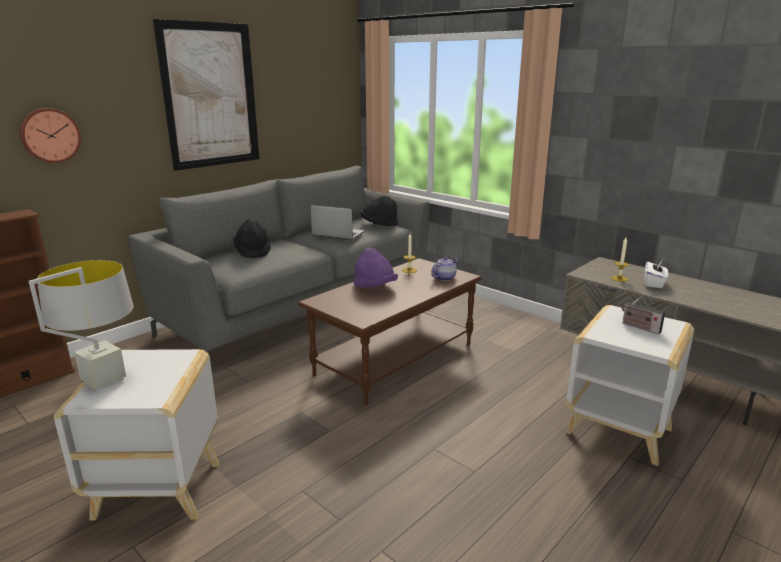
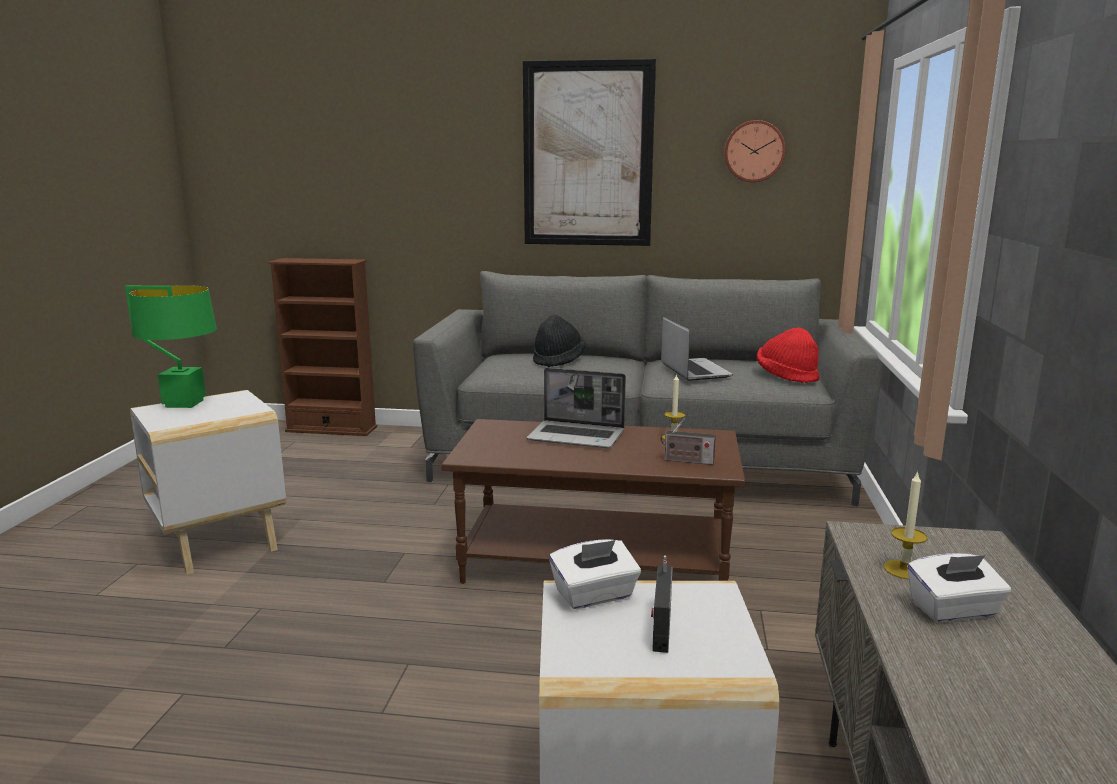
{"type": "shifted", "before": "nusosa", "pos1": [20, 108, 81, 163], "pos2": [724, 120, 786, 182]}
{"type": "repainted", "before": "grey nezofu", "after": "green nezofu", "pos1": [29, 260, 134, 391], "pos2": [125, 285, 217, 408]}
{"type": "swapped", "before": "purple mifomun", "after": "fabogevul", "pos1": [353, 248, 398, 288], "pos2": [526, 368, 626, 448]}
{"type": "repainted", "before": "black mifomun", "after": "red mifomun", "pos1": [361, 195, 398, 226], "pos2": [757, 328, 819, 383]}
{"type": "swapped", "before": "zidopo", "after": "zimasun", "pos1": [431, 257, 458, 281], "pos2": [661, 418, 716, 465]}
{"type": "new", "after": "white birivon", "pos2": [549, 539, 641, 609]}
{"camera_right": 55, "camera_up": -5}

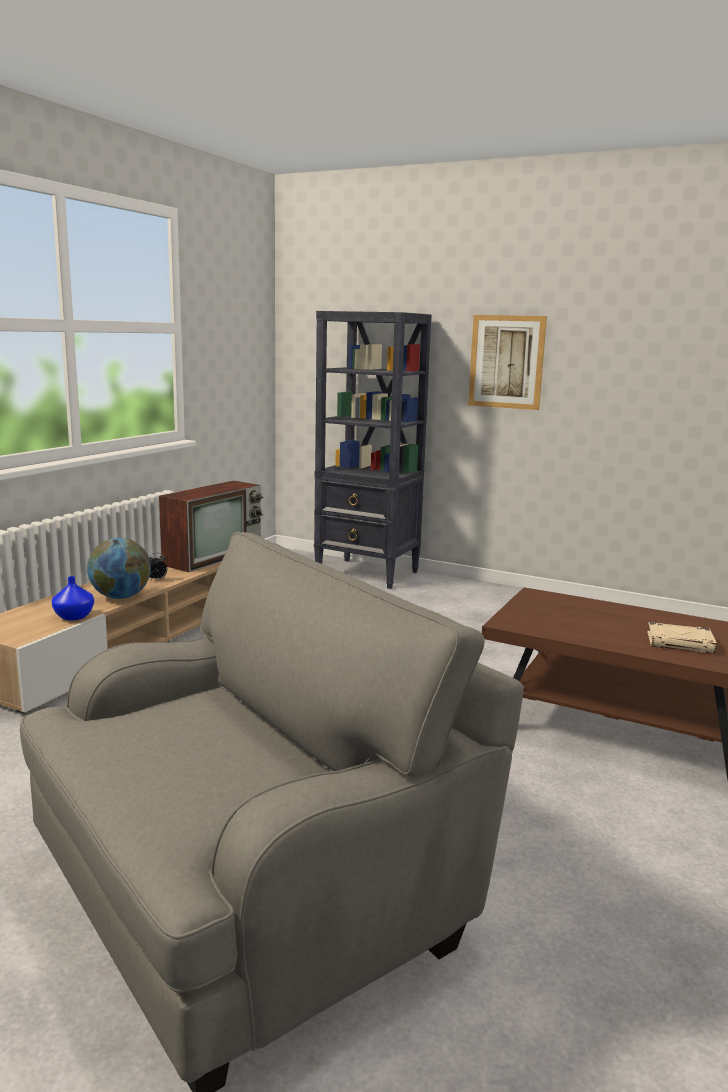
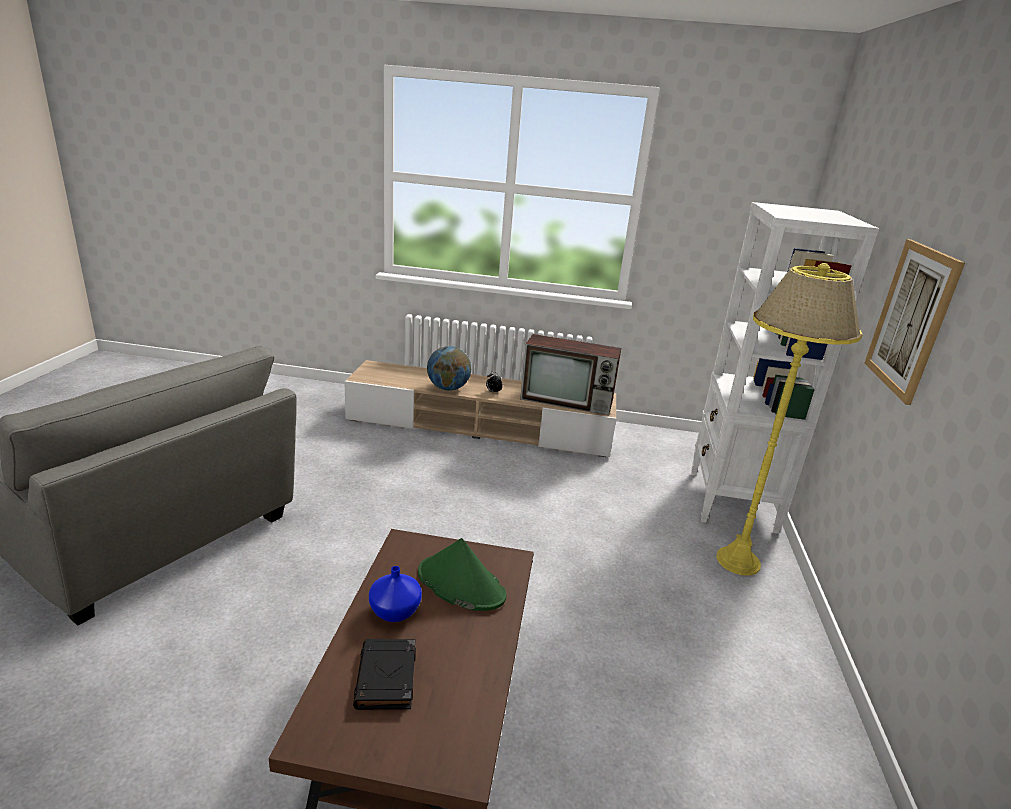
{"type": "shifted", "before": "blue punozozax", "pos1": [52, 576, 94, 621], "pos2": [369, 566, 422, 622]}
{"type": "repainted", "before": "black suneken", "after": "white suneken", "pos1": [314, 311, 431, 589], "pos2": [691, 202, 879, 534]}
{"type": "repainted", "before": "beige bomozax", "after": "black bomozax", "pos1": [647, 622, 717, 653], "pos2": [353, 639, 416, 710]}
{"type": "new", "after": "green mifomun", "pos2": [418, 538, 507, 611]}
{"type": "new", "after": "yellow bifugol", "pos2": [716, 263, 863, 576]}
{"camera_right": 70, "camera_up": 10}

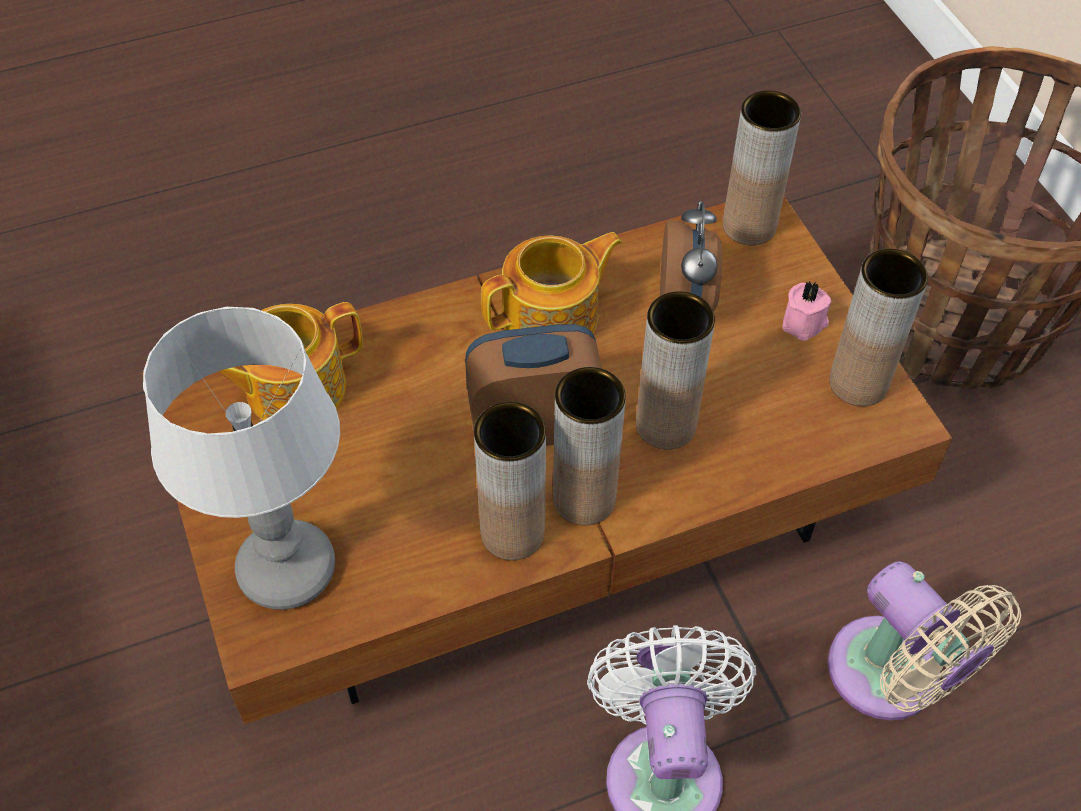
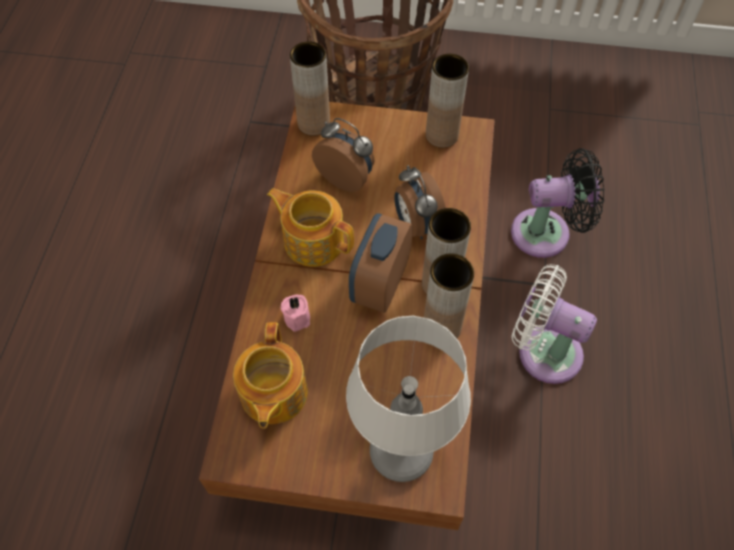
{"type": "rotated", "before": "zidopo", "pos1": [481, 232, 623, 333], "pos2": [267, 188, 354, 267], "turn": -60}
{"type": "swapped", "before": "brown punozozax", "after": "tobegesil", "pos1": [636, 291, 715, 450], "pos2": [394, 165, 446, 240]}
{"type": "shifted", "before": "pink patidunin", "pos1": [782, 281, 831, 341], "pos2": [281, 295, 310, 331]}
{"type": "repainted", "before": "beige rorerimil", "after": "black rorerimil", "pos1": [828, 561, 1021, 720], "pos2": [511, 149, 605, 258]}
{"camera_right": -60, "camera_up": 5}

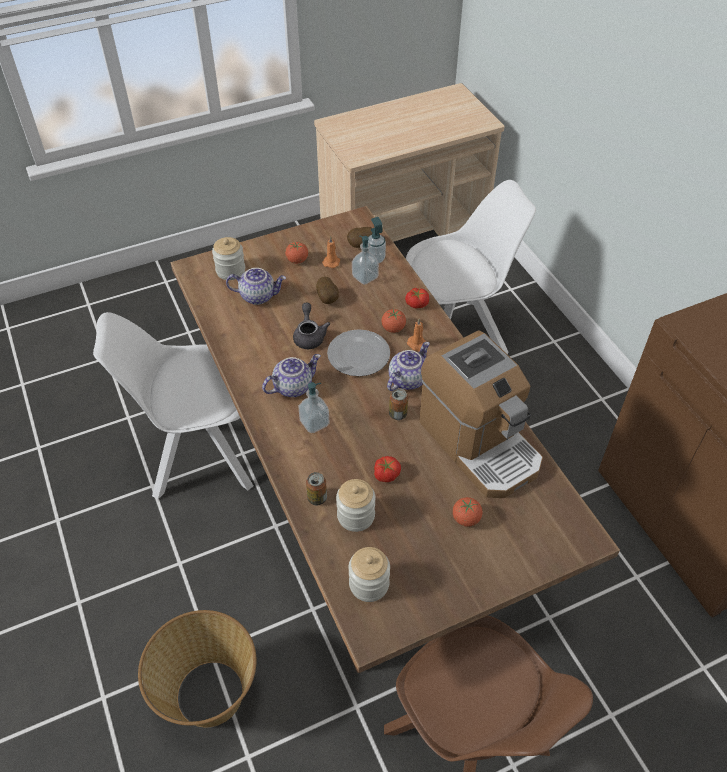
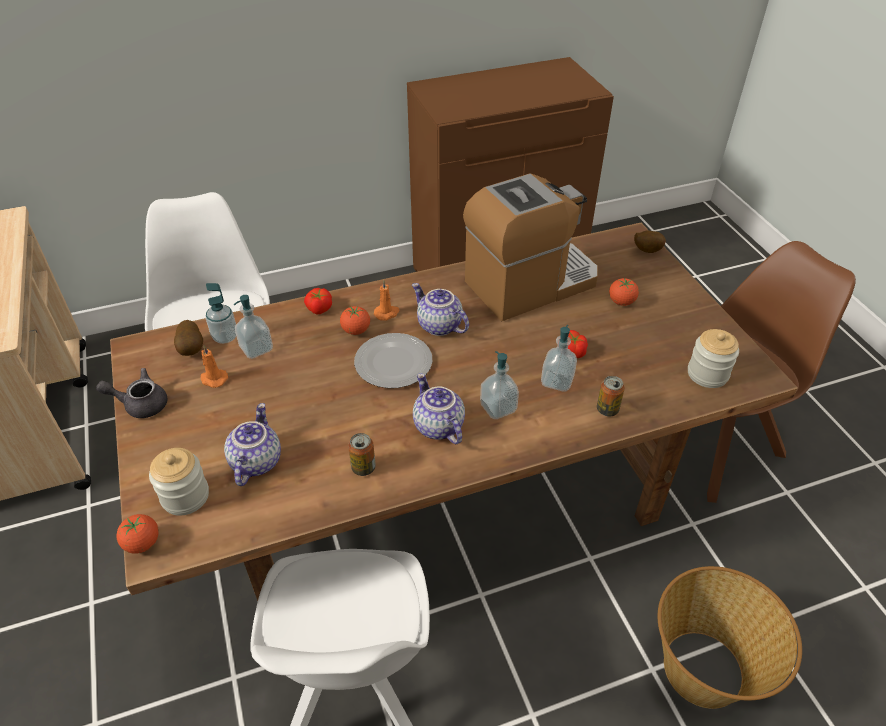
{"type": "shifted", "before": "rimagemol", "pos1": [285, 242, 308, 264], "pos2": [116, 514, 159, 553]}
{"type": "shifted", "before": "grey zidopo", "pos1": [293, 303, 330, 349], "pos2": [96, 368, 167, 418]}
{"type": "shifted", "before": "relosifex", "pos1": [316, 276, 339, 304], "pos2": [634, 230, 666, 253]}
{"type": "gone", "before": "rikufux", "pos1": [336, 479, 375, 532]}
{"type": "shifted", "before": "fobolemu", "pos1": [389, 388, 408, 420], "pos2": [348, 433, 376, 476]}
{"type": "new", "after": "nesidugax", "pos2": [541, 325, 577, 392]}
{"camera_right": -85, "camera_up": -5}

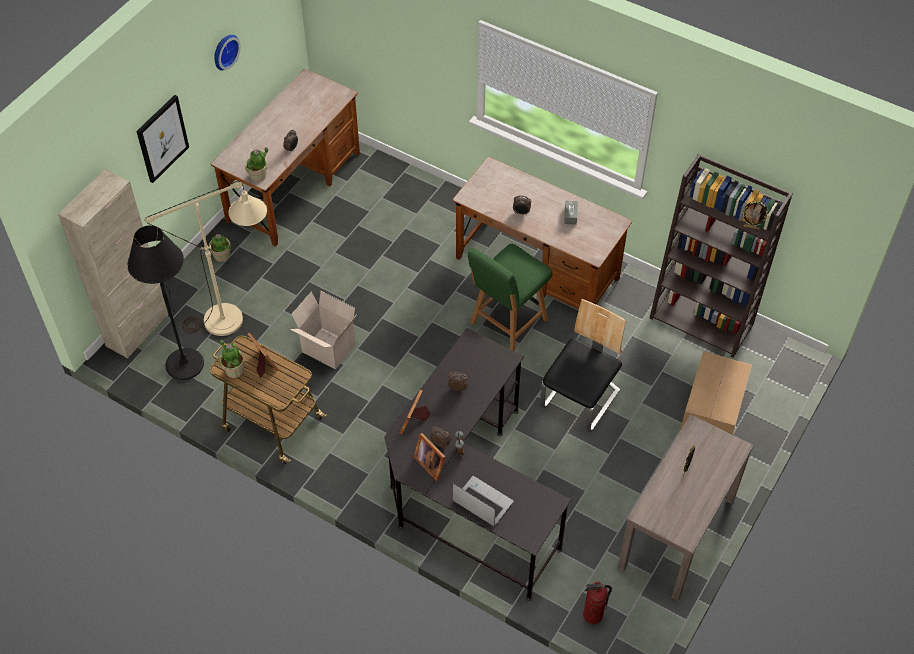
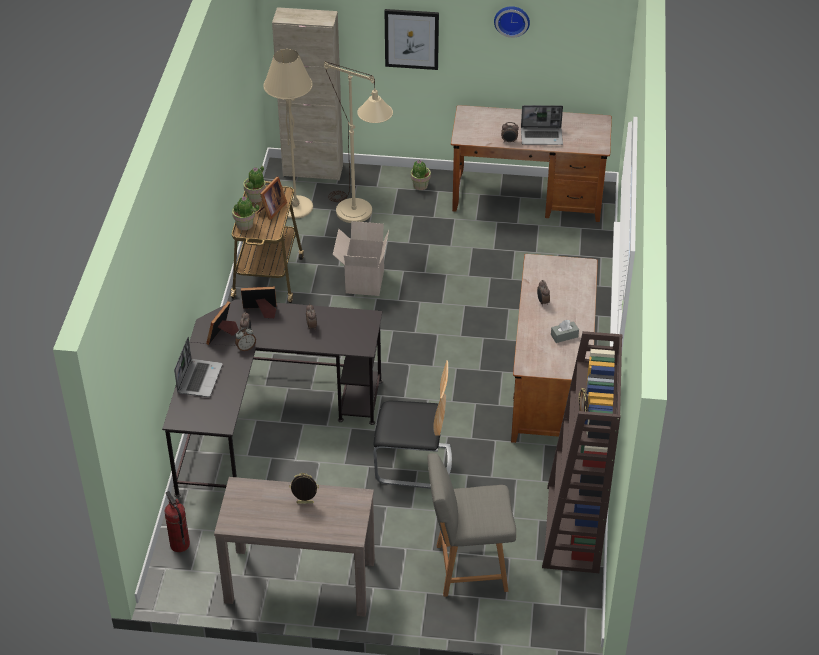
{"type": "repainted", "before": "black bifugol", "after": "beige bifugol", "pos1": [127, 225, 204, 380], "pos2": [264, 49, 313, 219]}
{"type": "shifted", "before": "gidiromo", "pos1": [245, 147, 268, 182], "pos2": [232, 196, 259, 230]}
{"type": "gone", "before": "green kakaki", "pos1": [468, 244, 553, 351]}
{"type": "swapped", "before": "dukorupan", "after": "grey kakaki", "pos1": [681, 351, 752, 435], "pos2": [428, 453, 516, 597]}
{"type": "new", "after": "fabogevul", "pos2": [521, 105, 563, 145]}
{"camera_right": 65, "camera_up": -10}

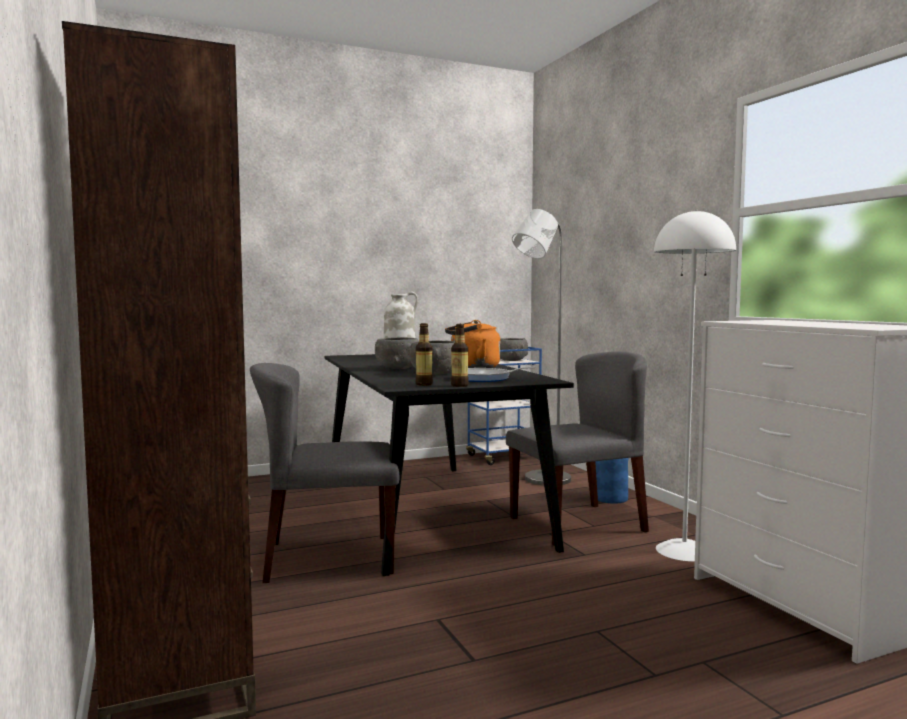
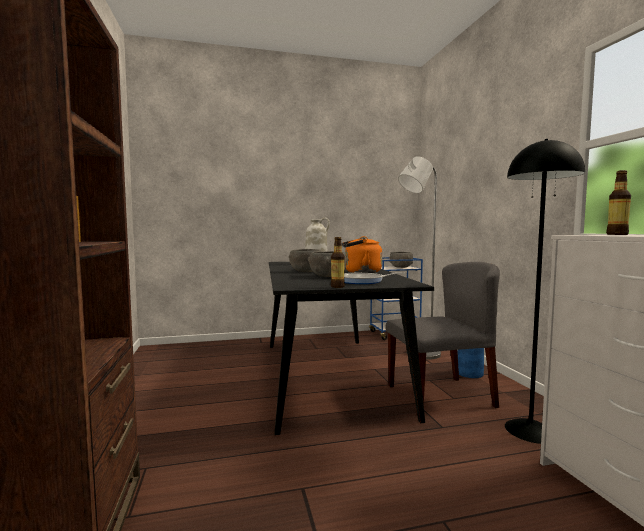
{"type": "gone", "before": "grey kakaki", "pos1": [250, 363, 399, 583]}
{"type": "shifted", "before": "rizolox", "pos1": [416, 323, 433, 386], "pos2": [606, 170, 631, 235]}
{"type": "repainted", "before": "white bifugol", "after": "black bifugol", "pos1": [654, 209, 736, 562], "pos2": [505, 139, 585, 444]}
{"camera_right": 10, "camera_up": 0}

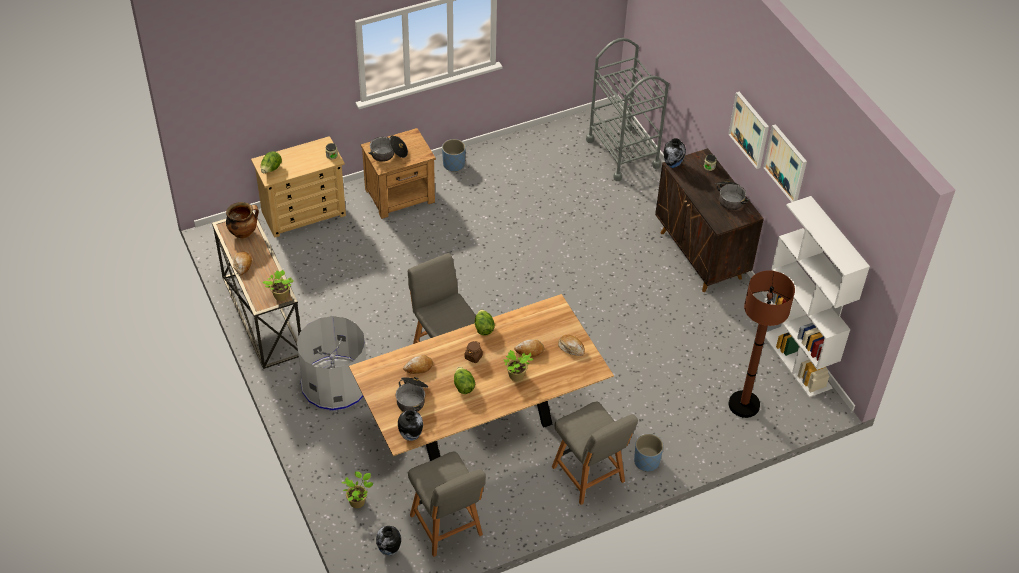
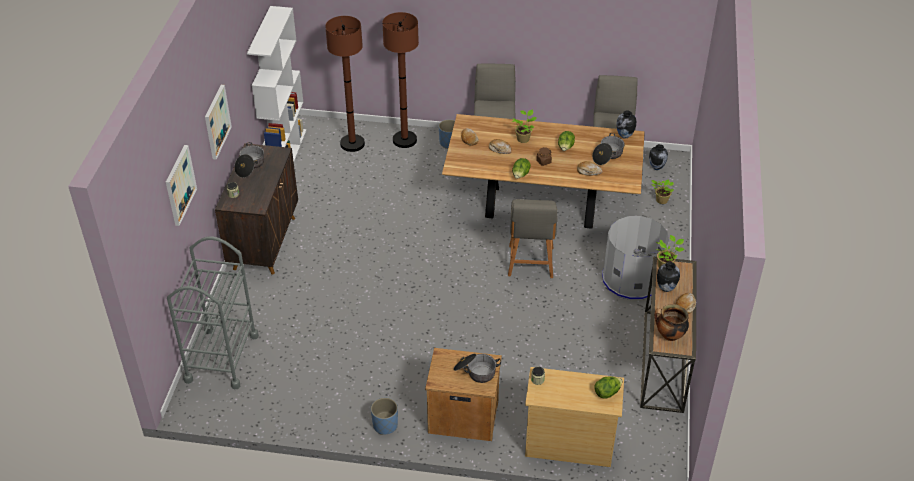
{"type": "shifted", "before": "punozozax", "pos1": [664, 138, 686, 168], "pos2": [657, 262, 680, 292]}
{"type": "shifted", "before": "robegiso", "pos1": [763, 124, 807, 202], "pos2": [166, 145, 197, 226]}
{"type": "new", "after": "brown bifugol", "pos2": [382, 12, 419, 148]}
{"camera_right": -145, "camera_up": -5}

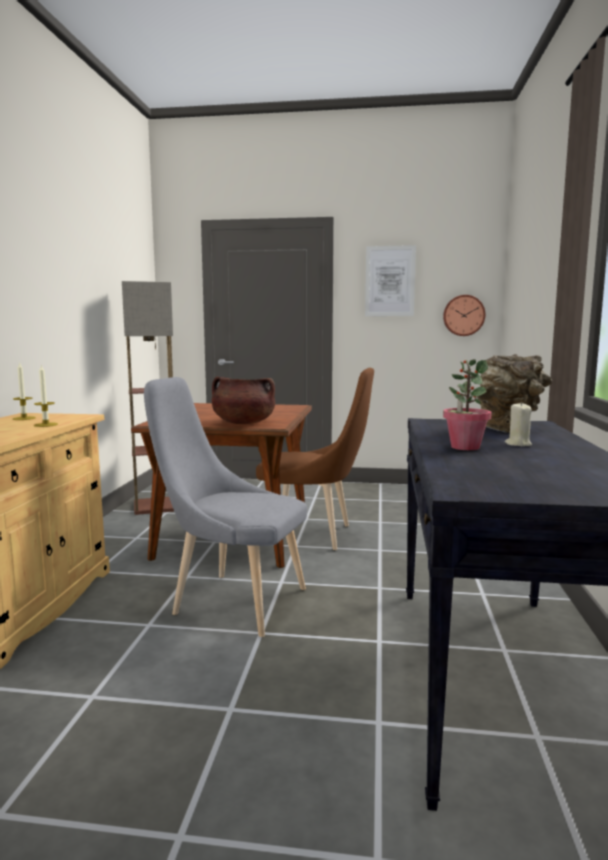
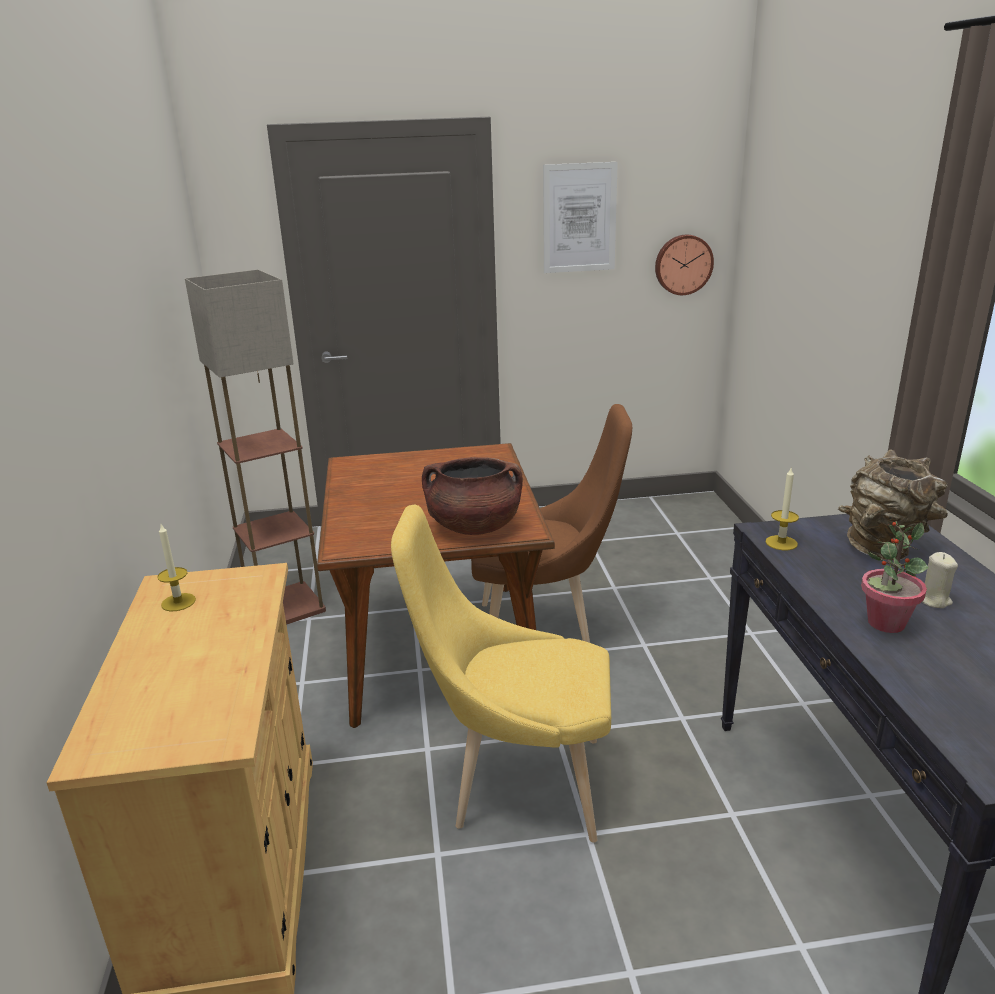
{"type": "shifted", "before": "patidunin", "pos1": [34, 365, 58, 427], "pos2": [766, 468, 799, 551]}
{"type": "repainted", "before": "grey kakaki", "after": "yellow kakaki", "pos1": [144, 377, 307, 637], "pos2": [391, 505, 611, 843]}
{"camera_right": -15, "camera_up": 15}

